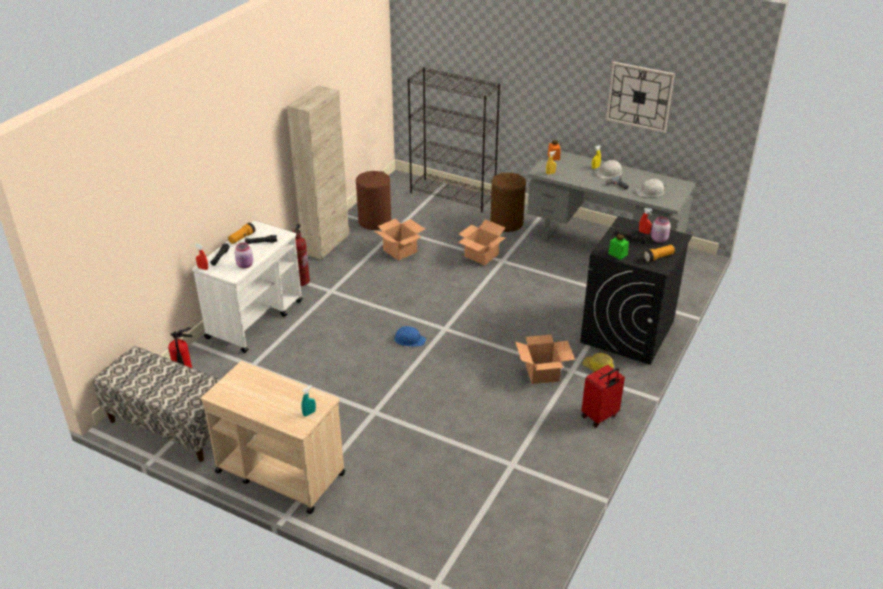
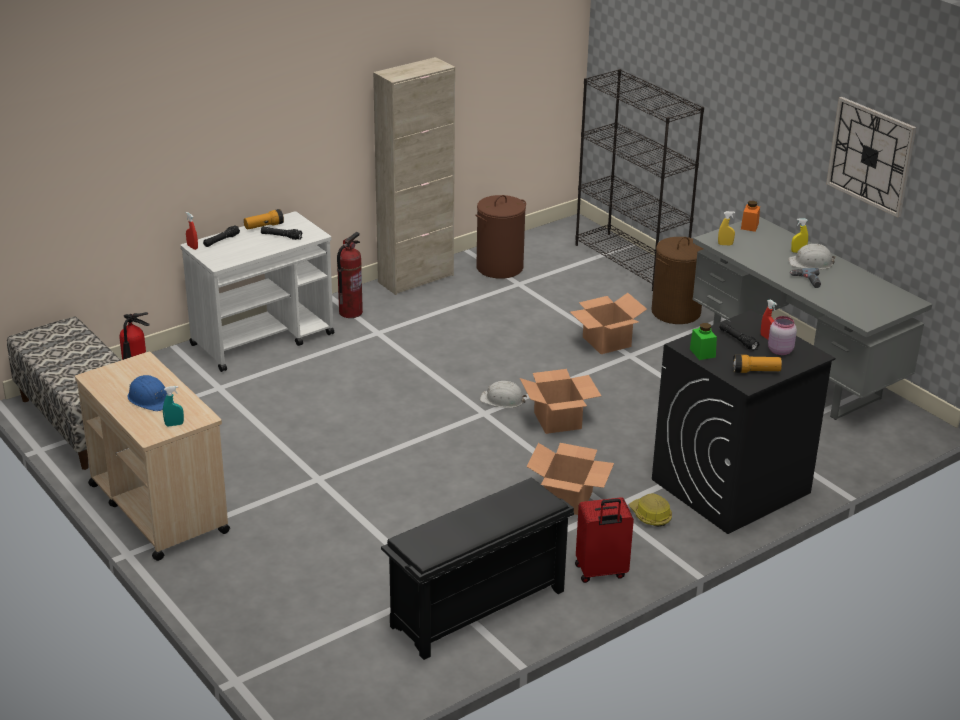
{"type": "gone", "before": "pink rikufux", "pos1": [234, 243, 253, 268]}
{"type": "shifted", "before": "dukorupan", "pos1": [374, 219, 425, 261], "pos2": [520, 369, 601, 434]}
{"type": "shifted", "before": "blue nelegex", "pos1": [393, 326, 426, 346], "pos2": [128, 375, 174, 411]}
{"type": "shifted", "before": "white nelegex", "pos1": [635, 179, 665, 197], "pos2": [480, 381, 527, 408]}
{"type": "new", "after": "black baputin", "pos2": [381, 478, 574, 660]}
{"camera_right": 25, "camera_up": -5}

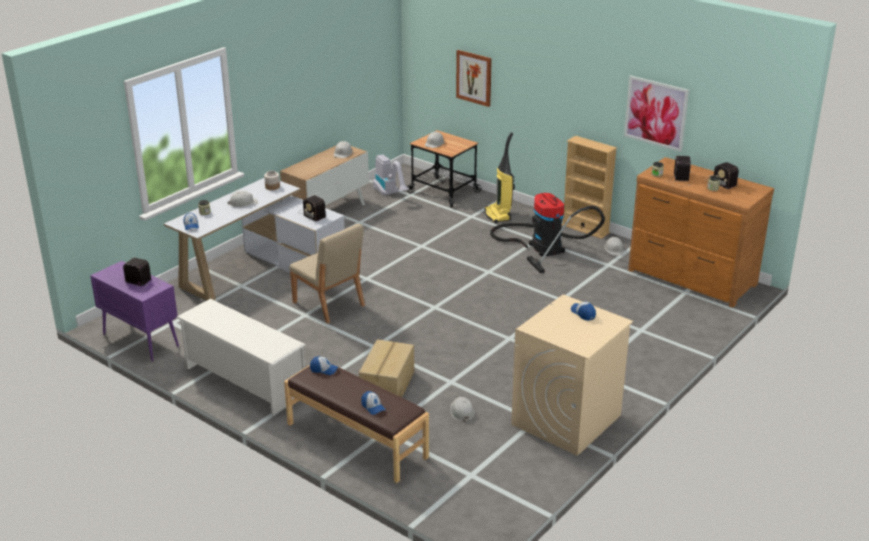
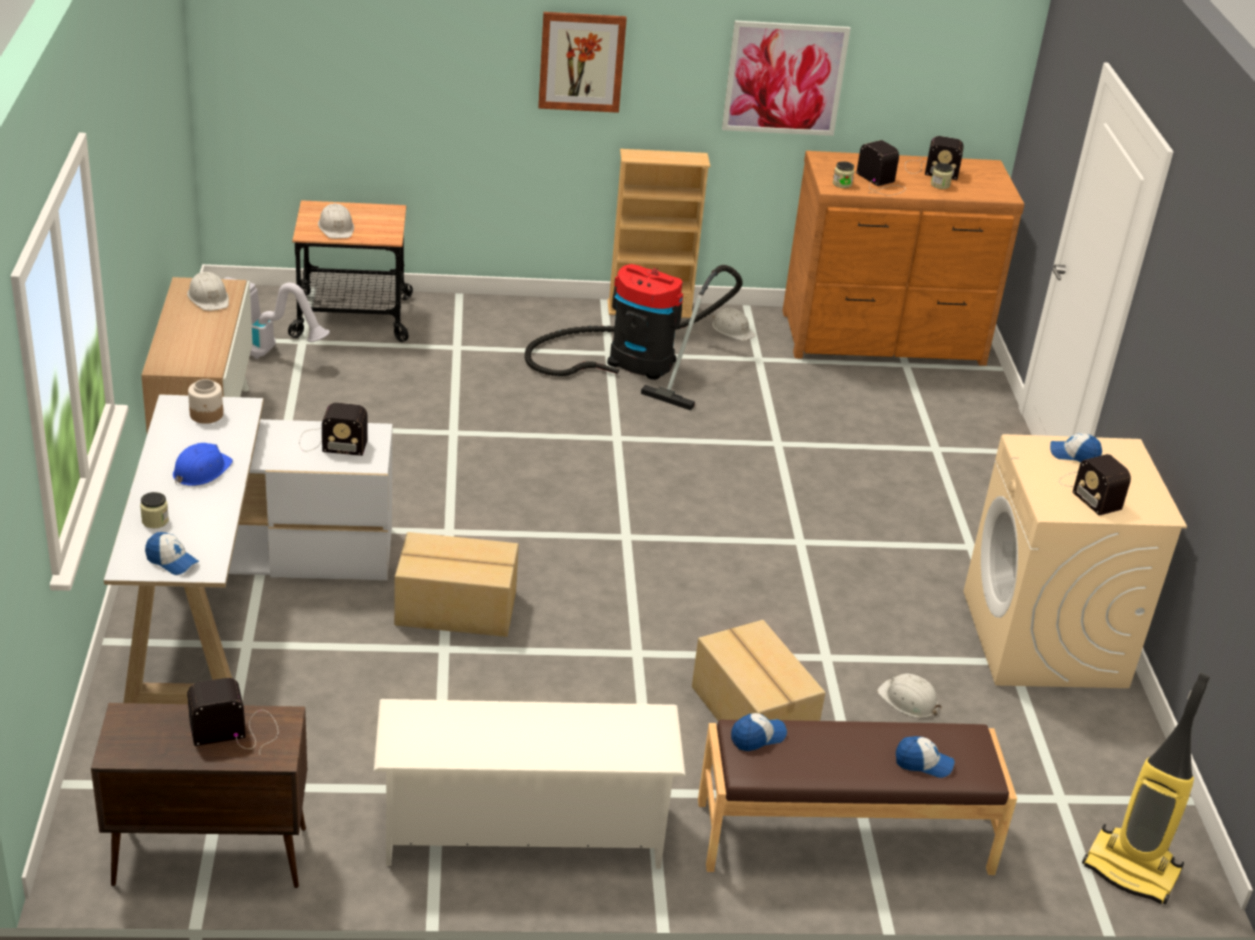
{"type": "repainted", "before": "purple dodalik", "after": "brown dodalik", "pos1": [90, 261, 179, 361], "pos2": [91, 703, 307, 888]}
{"type": "repainted", "before": "white nelegex", "after": "blue nelegex", "pos1": [227, 191, 258, 207], "pos2": [173, 443, 233, 486]}
{"type": "swapped", "before": "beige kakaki", "after": "dukorupan", "pos1": [289, 224, 365, 323], "pos2": [394, 532, 519, 637]}
{"type": "shifted", "before": "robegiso", "pos1": [456, 50, 492, 107], "pos2": [538, 12, 627, 113]}
{"type": "shifted", "before": "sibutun", "pos1": [485, 132, 515, 223], "pos2": [1082, 673, 1210, 904]}
{"type": "new", "after": "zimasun", "pos2": [1059, 454, 1131, 516]}
{"camera_right": -45, "camera_up": 5}

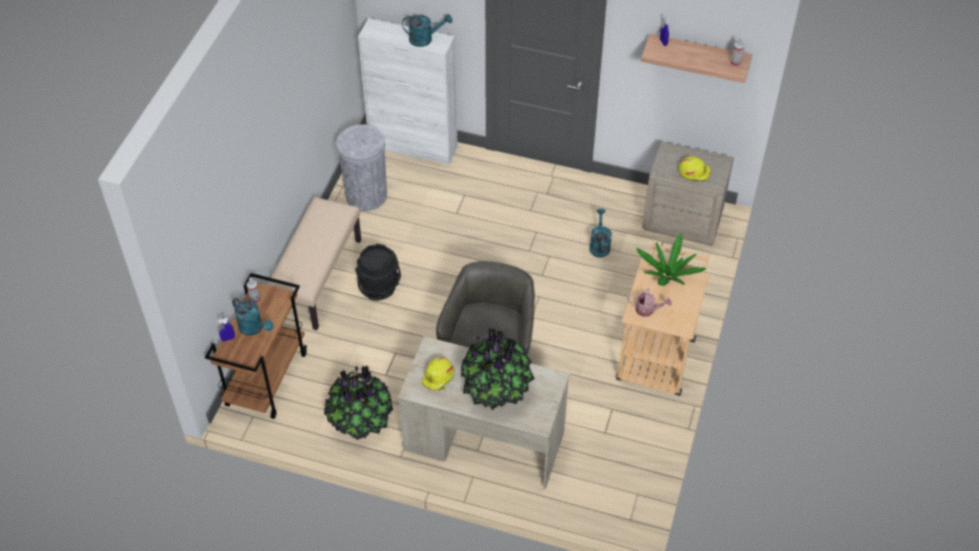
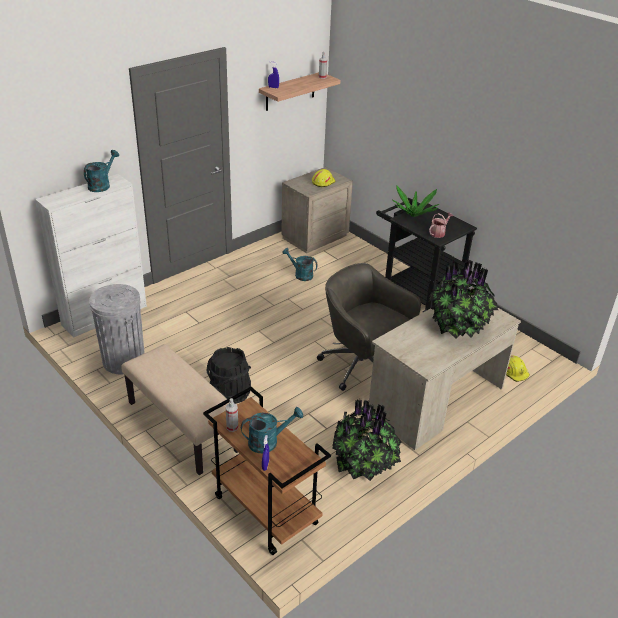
{"type": "shifted", "before": "yellow nelegex", "pos1": [422, 357, 454, 390], "pos2": [506, 356, 530, 382]}
{"type": "repainted", "before": "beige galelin", "after": "black galelin", "pos1": [616, 242, 709, 396], "pos2": [376, 198, 477, 313]}
{"camera_right": -60, "camera_up": -15}

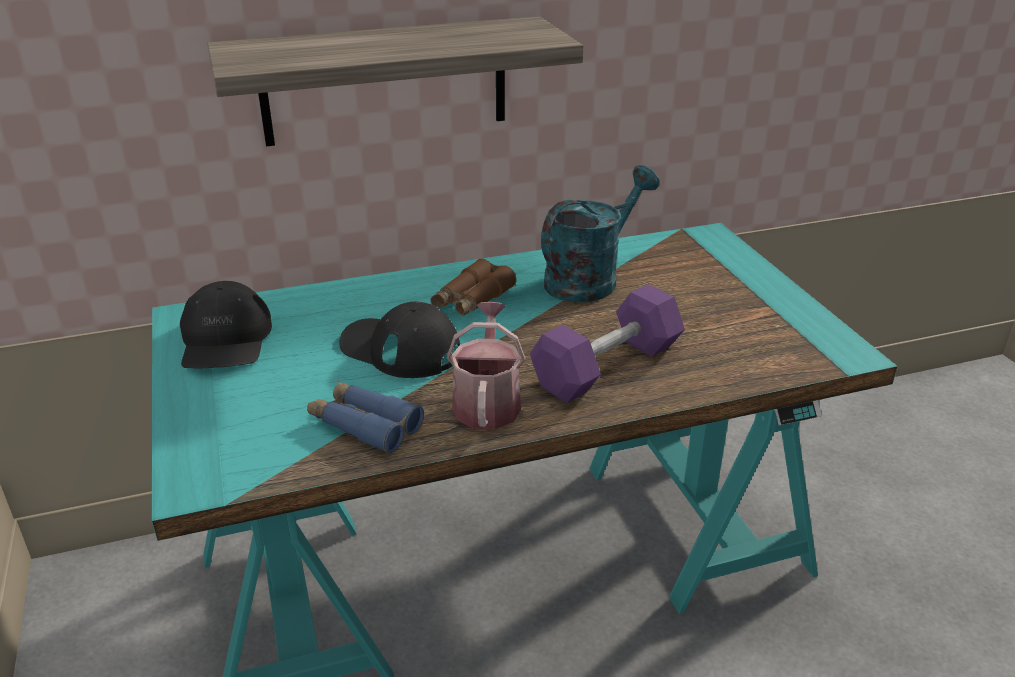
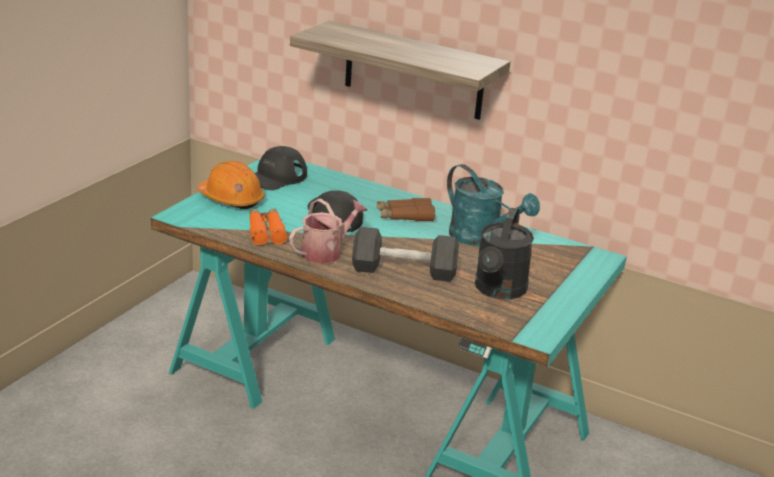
{"type": "repainted", "before": "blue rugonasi", "after": "orange rugonasi", "pos1": [307, 382, 424, 453], "pos2": [250, 209, 288, 245]}
{"type": "repainted", "before": "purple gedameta", "after": "black gedameta", "pos1": [530, 284, 685, 403], "pos2": [352, 227, 459, 282]}
{"type": "rotated", "before": "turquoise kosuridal", "pos1": [541, 165, 660, 302], "pos2": [447, 164, 540, 246], "turn": 45}
{"type": "new", "after": "orange nelegex", "pos2": [198, 161, 264, 209]}
{"type": "new", "after": "black kosuridal", "pos2": [475, 208, 534, 299]}
{"camera_right": 45, "camera_up": -5}

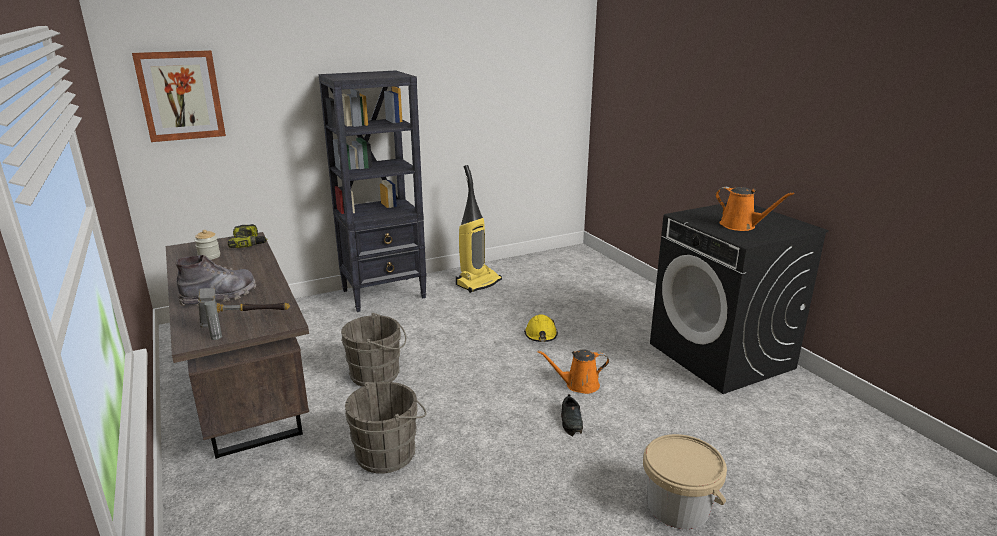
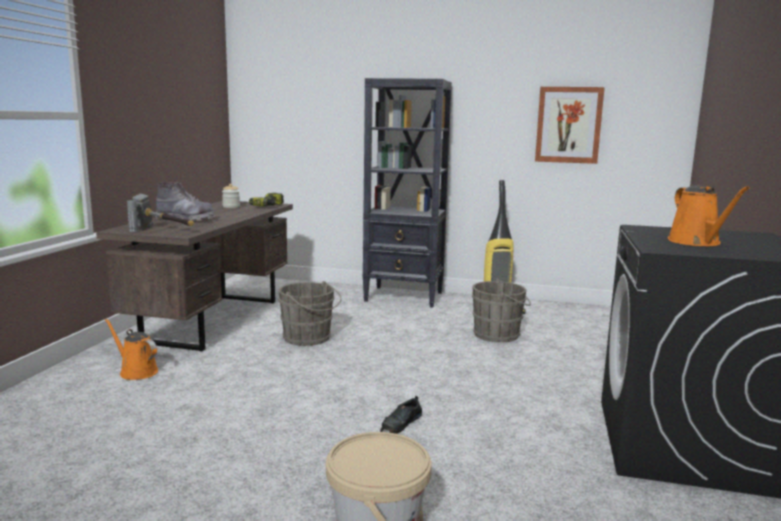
{"type": "shifted", "before": "robegiso", "pos1": [132, 50, 226, 142], "pos2": [535, 87, 605, 164]}
{"type": "shifted", "before": "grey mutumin", "pos1": [345, 382, 426, 474], "pos2": [472, 279, 531, 343]}
{"type": "gone", "before": "yellow nelegex", "pos1": [525, 314, 558, 342]}
{"type": "shifted", "before": "orange kosuridal", "pos1": [538, 349, 609, 394], "pos2": [105, 319, 158, 380]}
{"camera_right": 40, "camera_up": -10}

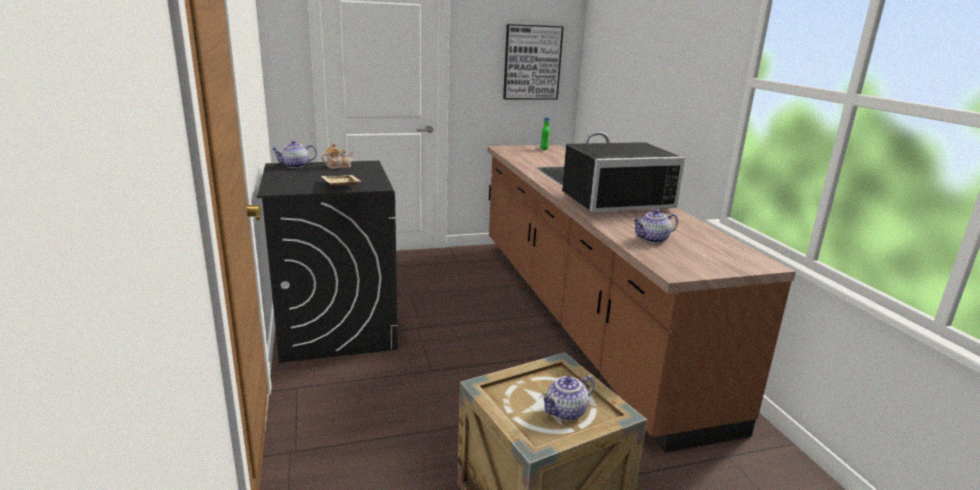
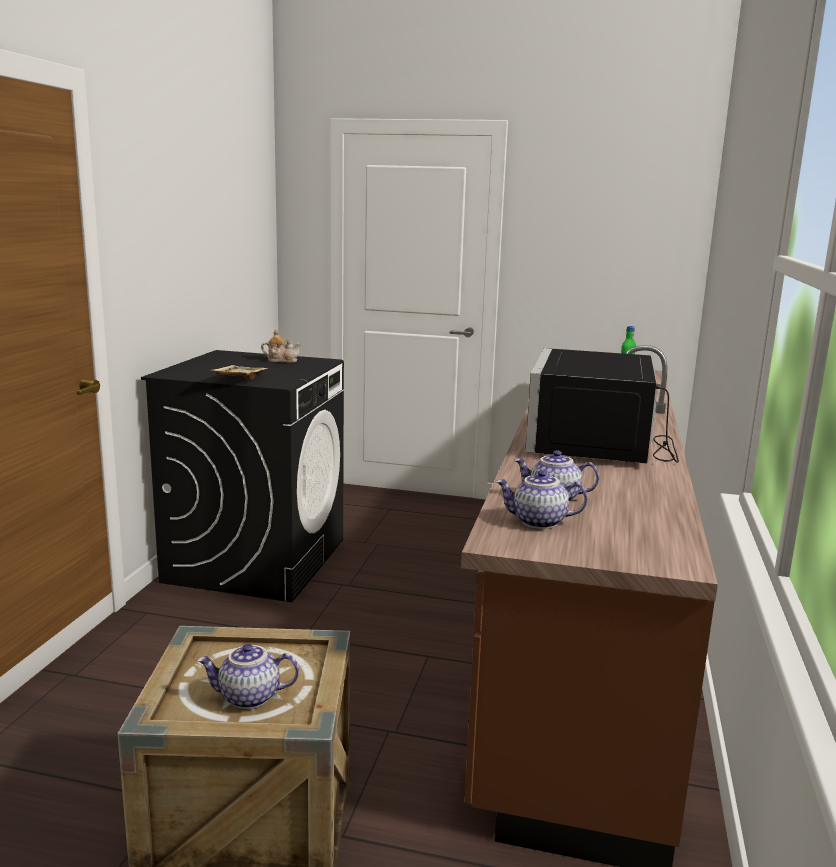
{"type": "shifted", "before": "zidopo", "pos1": [271, 141, 317, 168], "pos2": [495, 470, 588, 529]}
{"type": "gone", "before": "robegiso", "pos1": [503, 24, 564, 100]}
{"type": "rotated", "before": "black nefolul", "pos1": [562, 142, 685, 212], "pos2": [525, 348, 679, 464], "turn": 90}
{"camera_right": 30, "camera_up": -5}

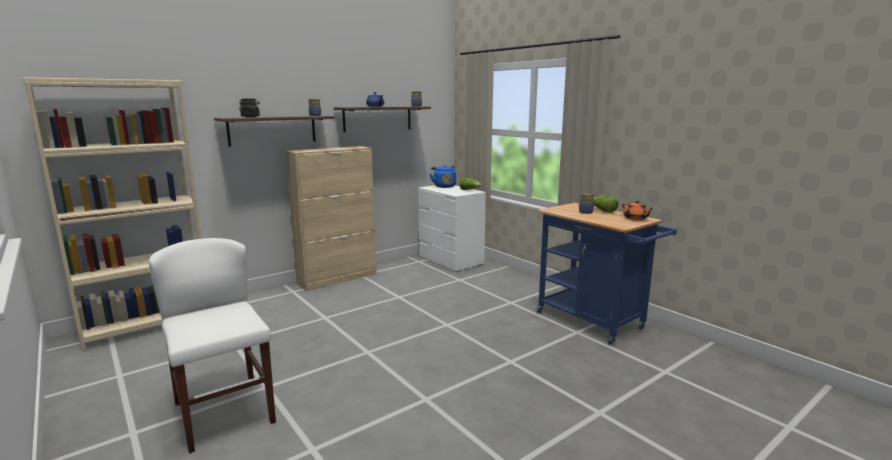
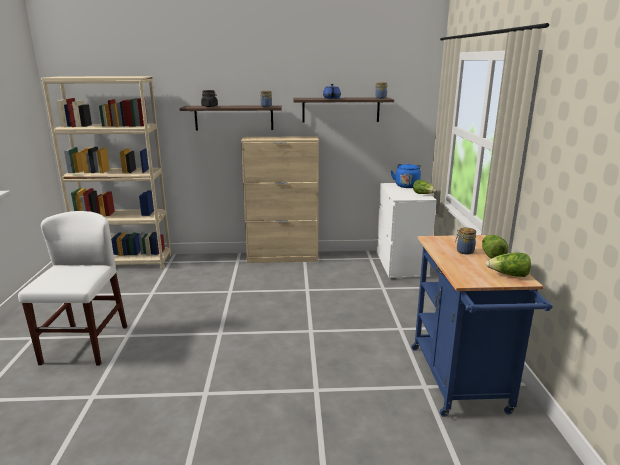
{"type": "swapped", "before": "orange zidopo", "after": "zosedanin", "pos1": [622, 200, 653, 220], "pos2": [486, 253, 531, 277]}
{"camera_right": 35, "camera_up": 5}

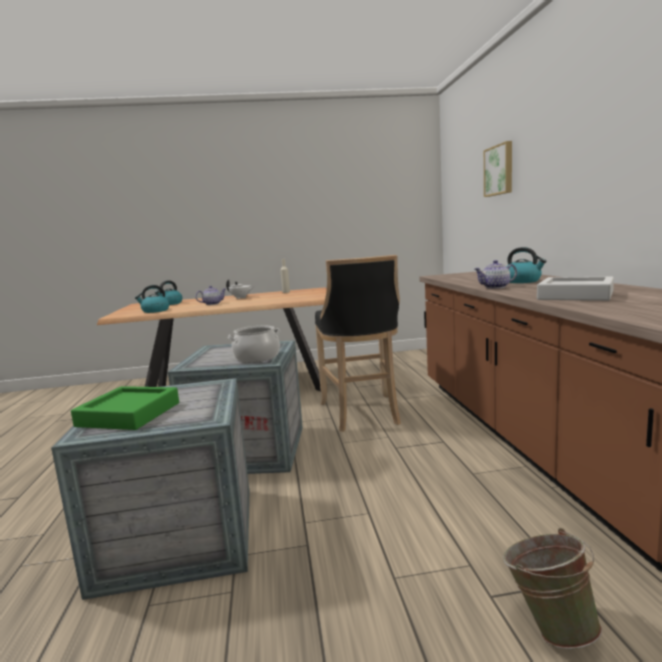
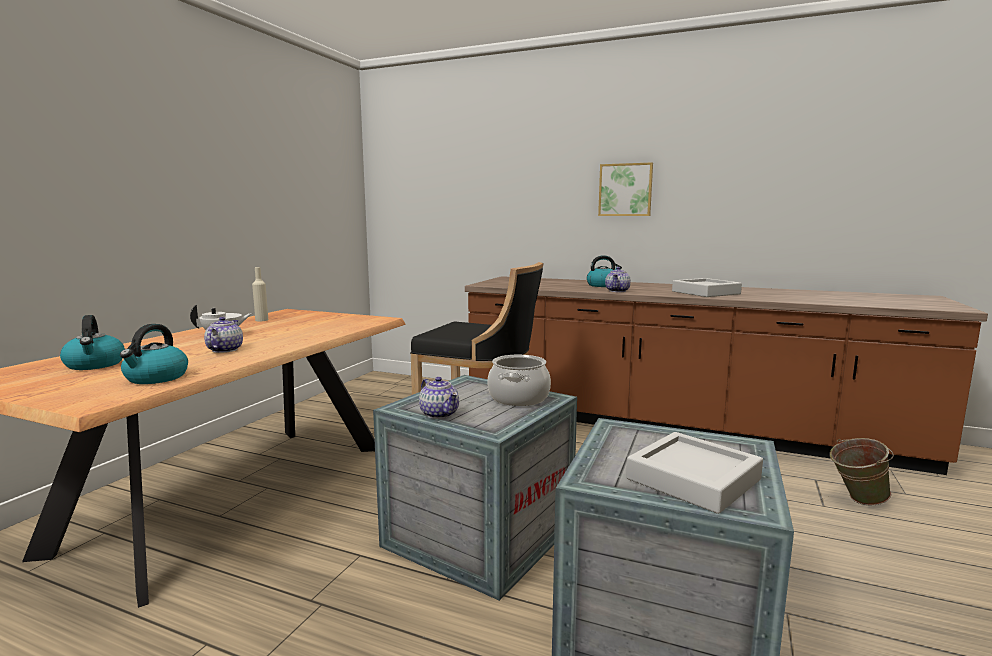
{"type": "repainted", "before": "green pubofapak", "after": "grey pubofapak", "pos1": [71, 386, 179, 430], "pos2": [626, 432, 763, 514]}
{"type": "shifted", "before": "robegiso", "pos1": [484, 141, 512, 197], "pos2": [598, 162, 653, 216]}
{"type": "new", "after": "zidopo", "pos2": [419, 377, 459, 419]}
{"camera_right": -60, "camera_up": 0}

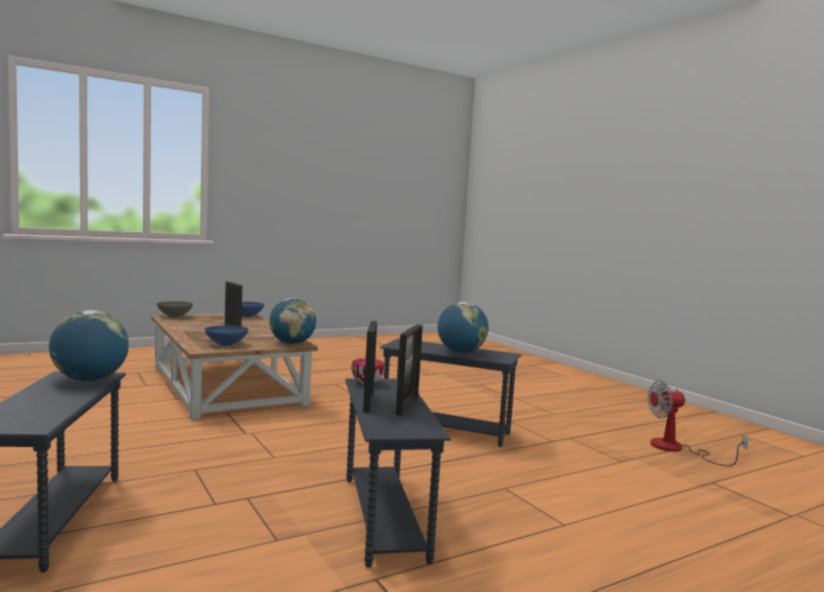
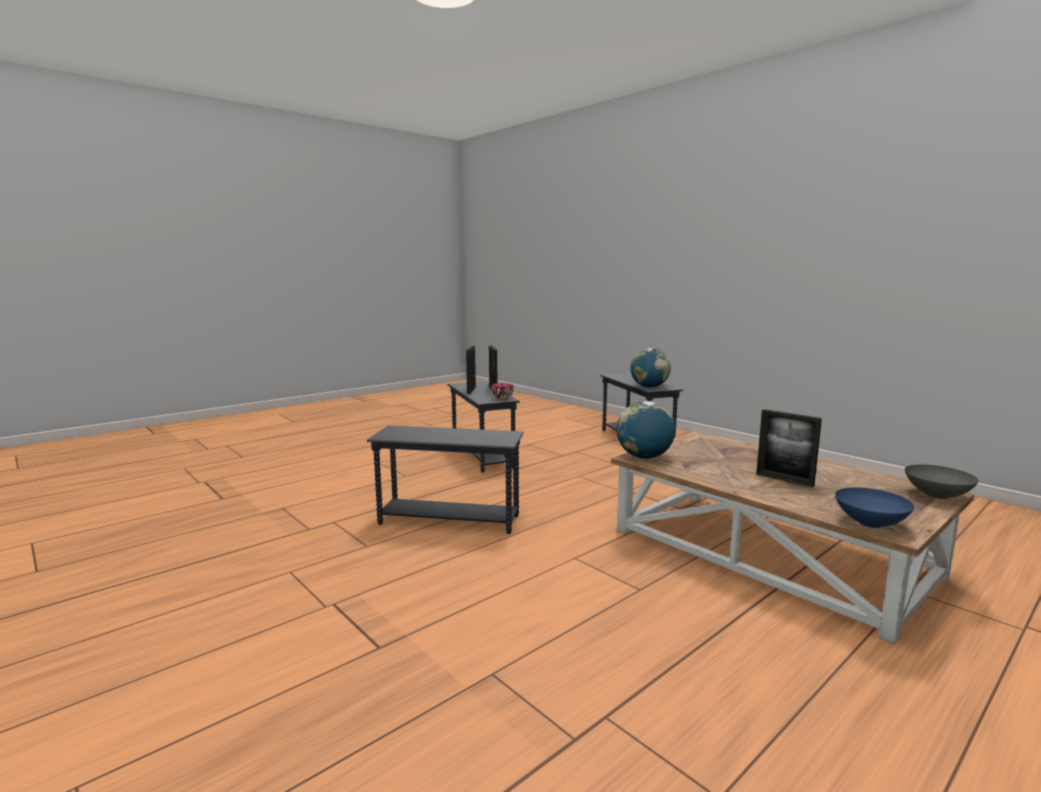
{"type": "gone", "before": "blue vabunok", "pos1": [205, 325, 249, 346]}
{"type": "gone", "before": "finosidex", "pos1": [438, 302, 489, 353]}
{"type": "gone", "before": "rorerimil", "pos1": [648, 381, 749, 466]}
{"camera_right": 170, "camera_up": 5}

